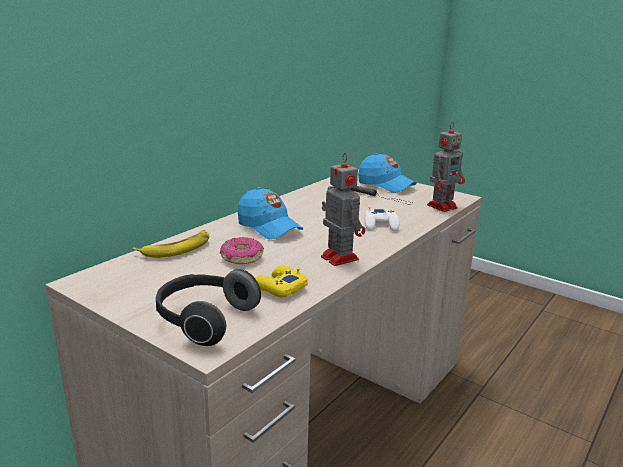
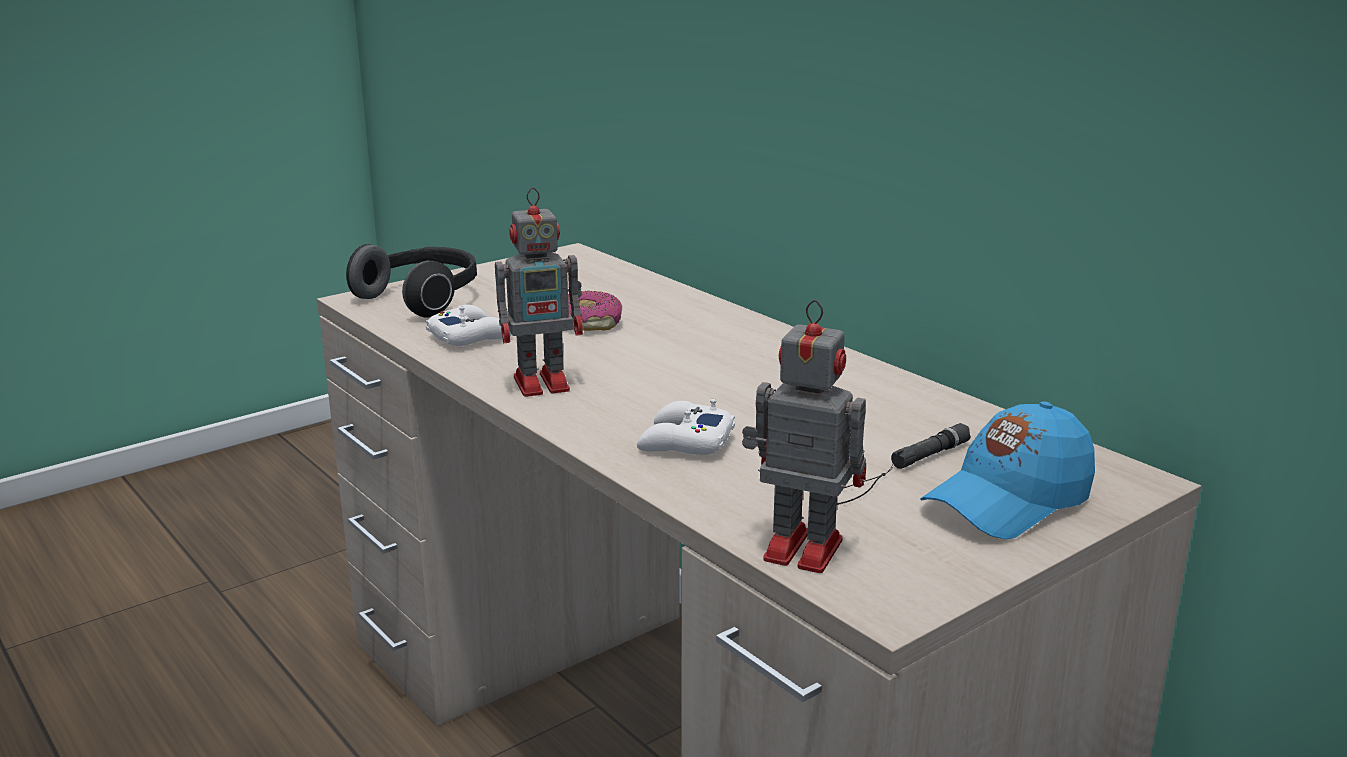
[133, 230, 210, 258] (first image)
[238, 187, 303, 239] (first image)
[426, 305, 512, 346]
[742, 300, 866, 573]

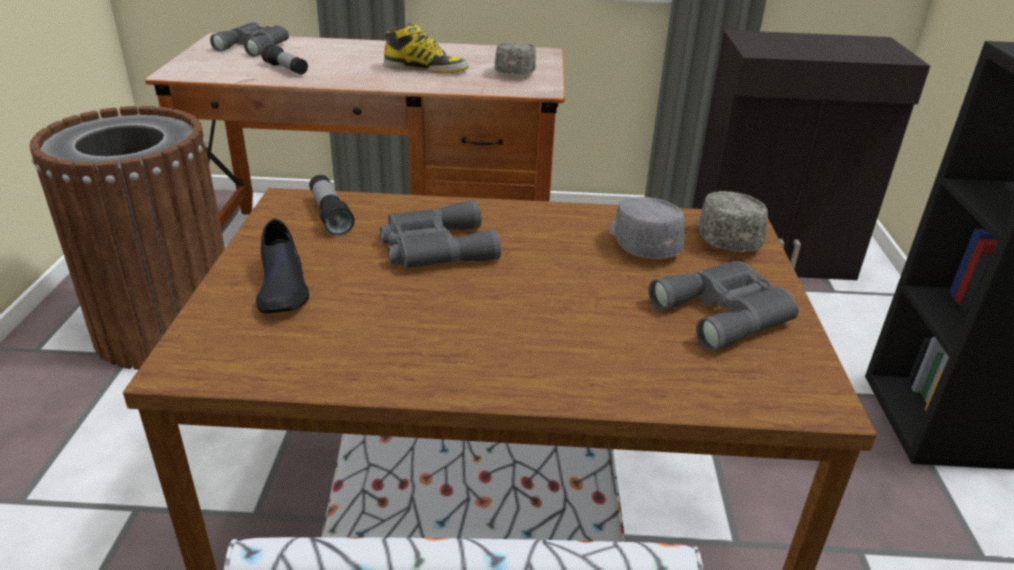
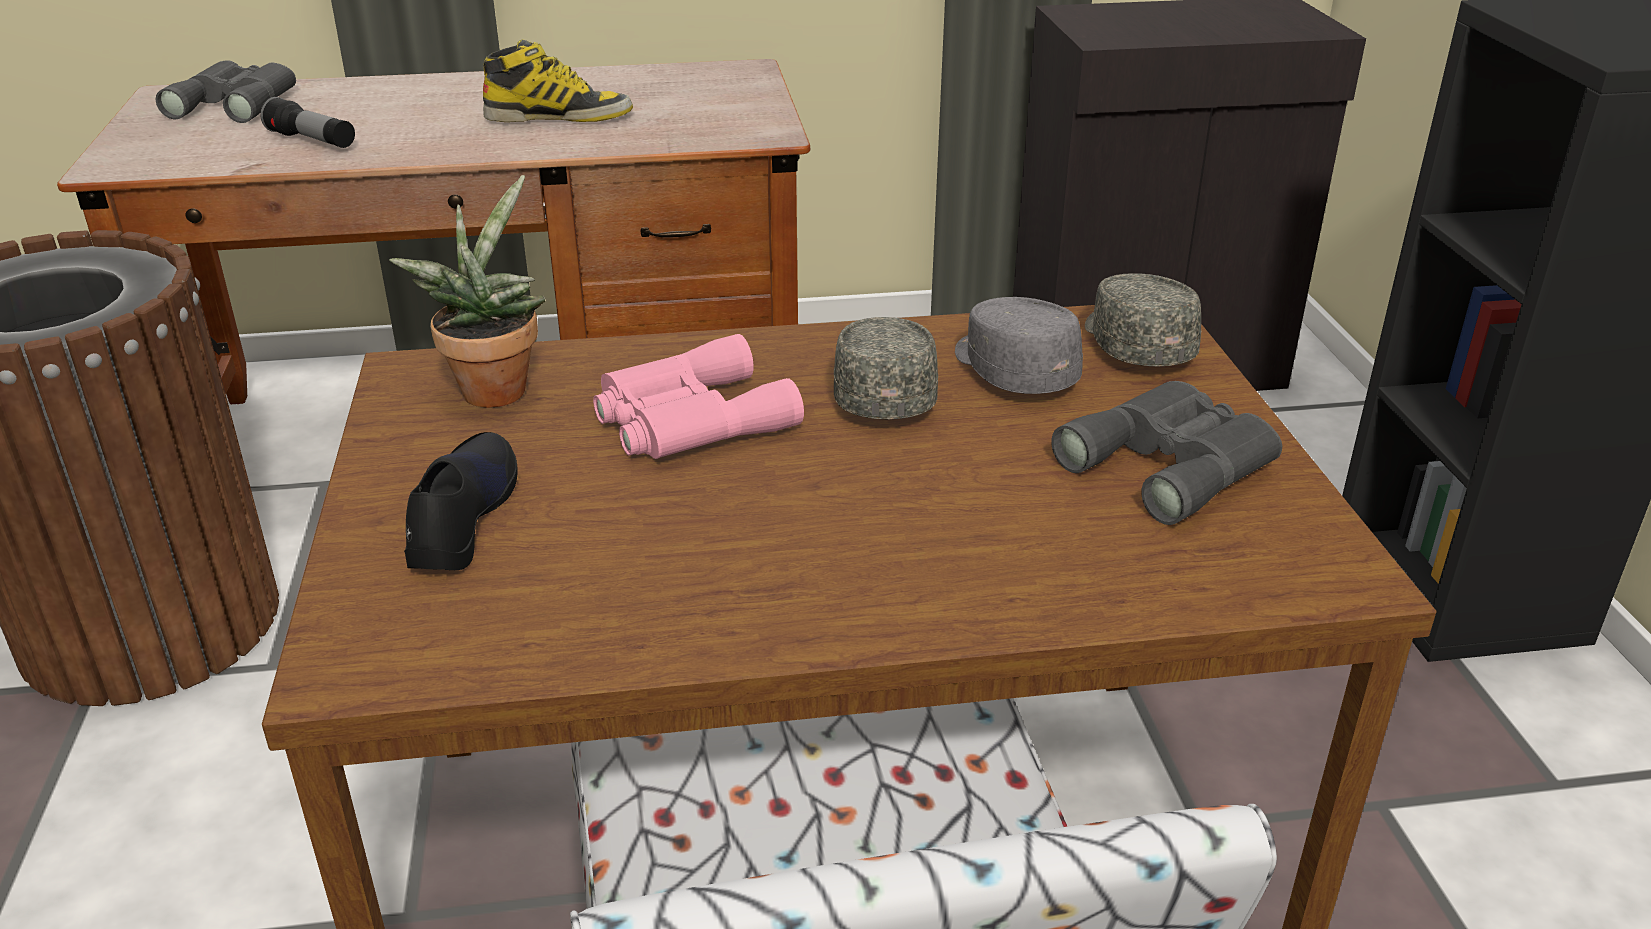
[404, 432, 518, 570]
[389, 175, 545, 408]
[593, 334, 804, 459]
[834, 317, 938, 419]

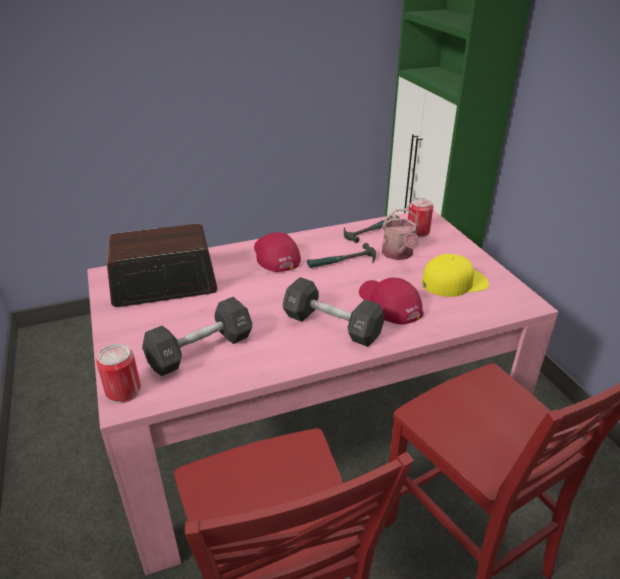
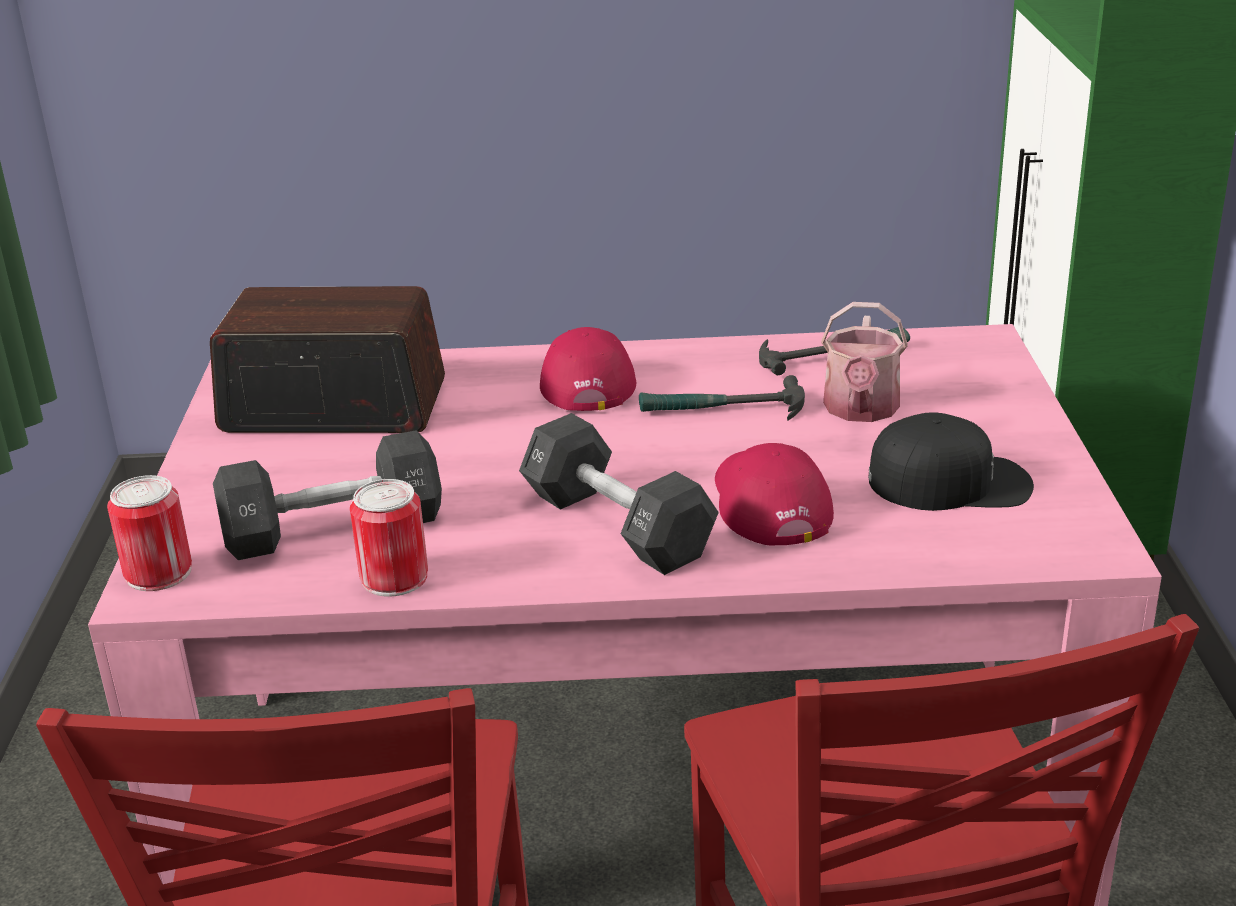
[350, 479, 428, 597]
[868, 412, 1034, 511]

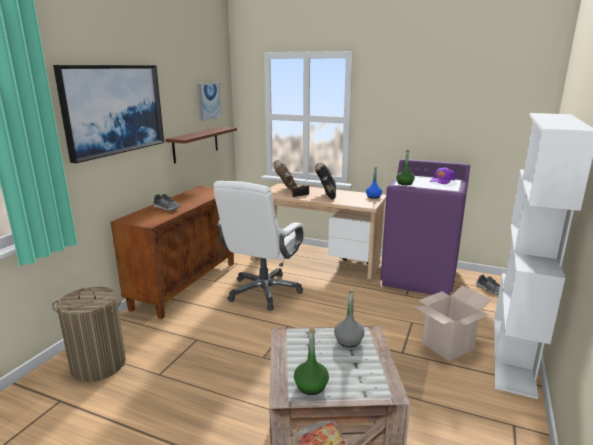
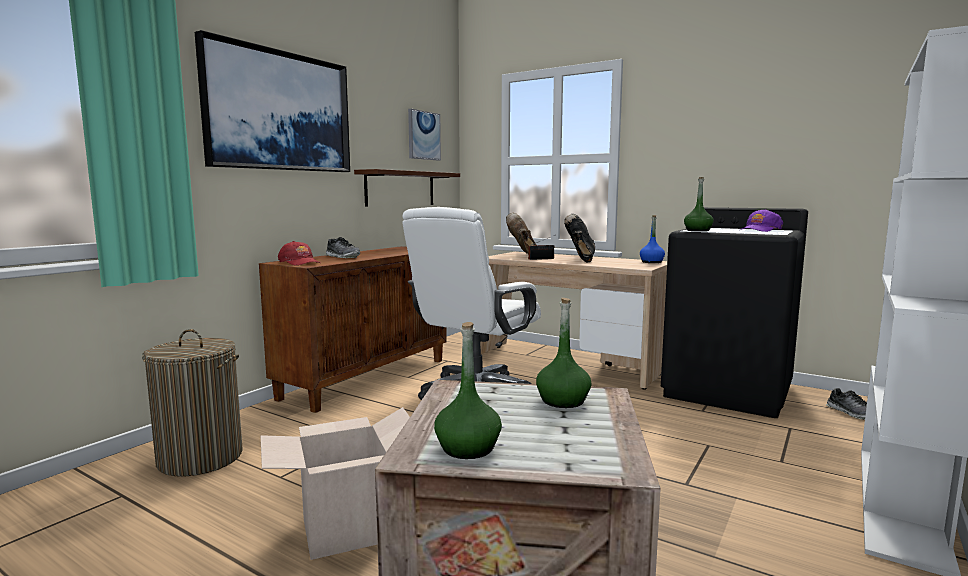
[536, 298, 591, 408]
[661, 207, 808, 418]
[260, 407, 410, 560]
[278, 241, 320, 266]

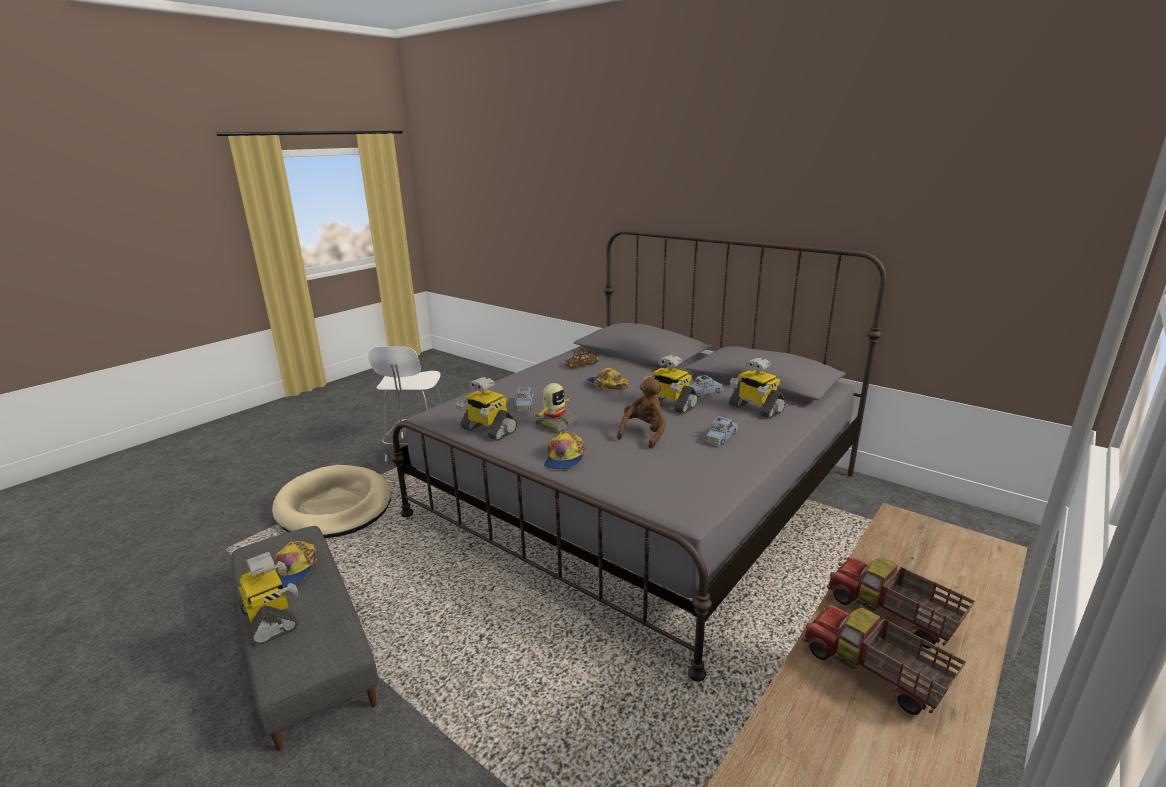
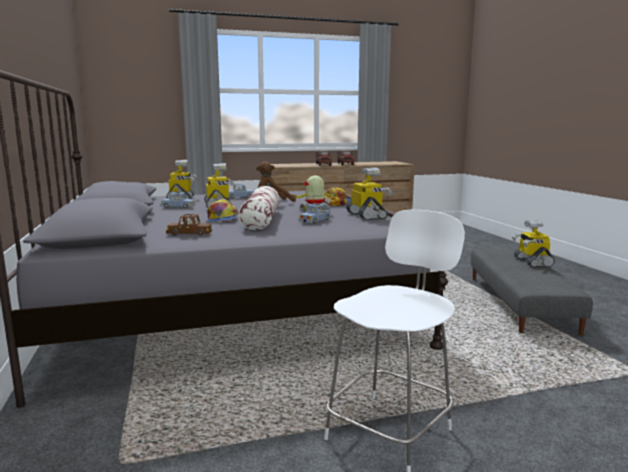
[272, 465, 391, 538] (first image)
[275, 541, 317, 586] (first image)
[239, 186, 279, 230]

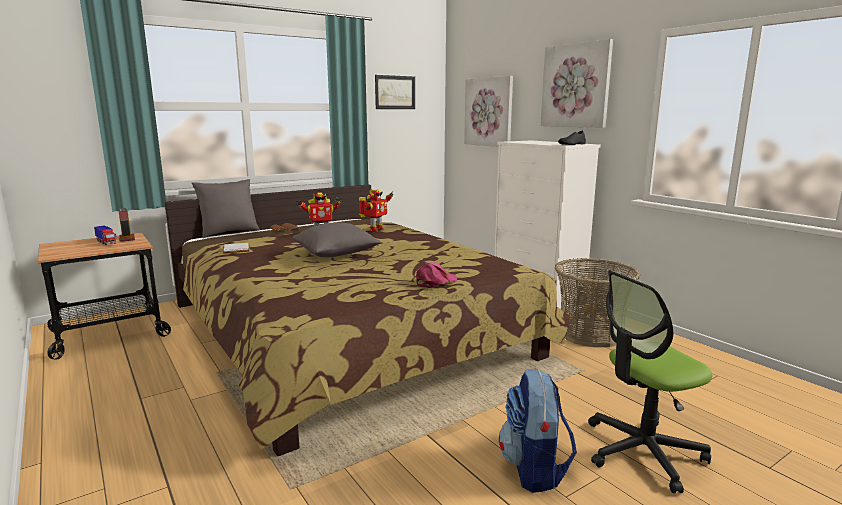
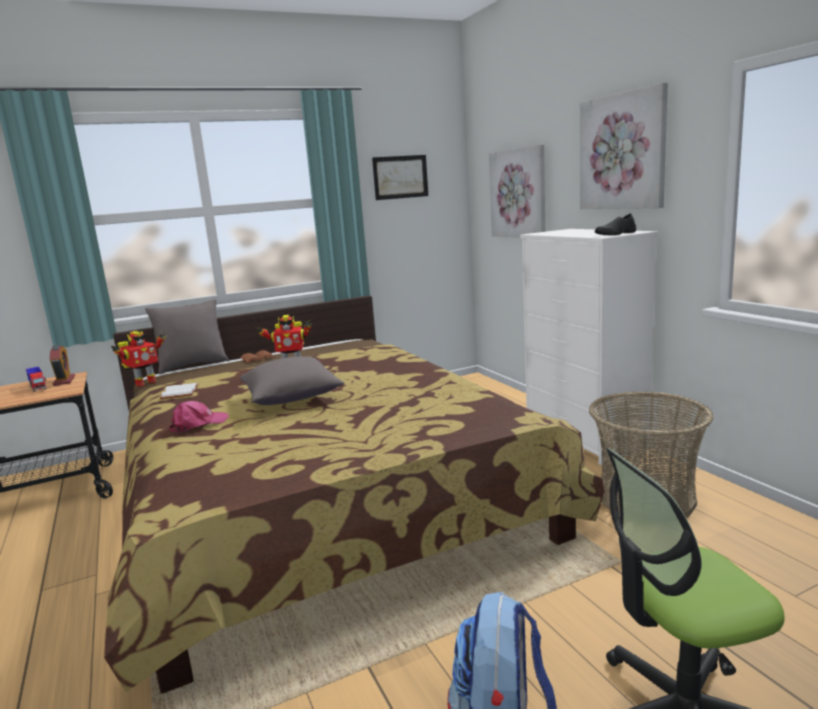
[111, 331, 166, 387]
[169, 401, 228, 433]

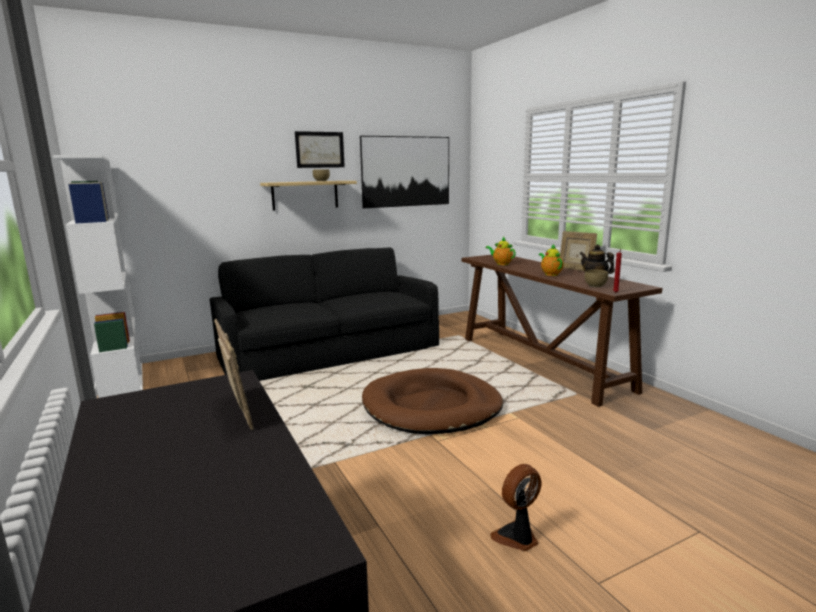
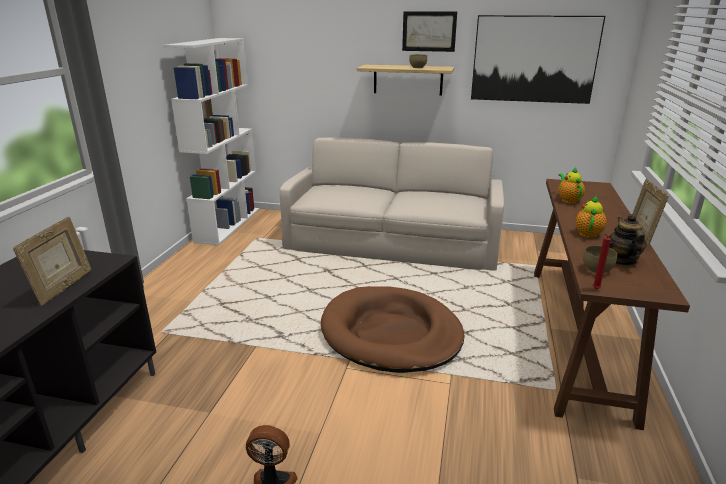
[280, 137, 504, 271]

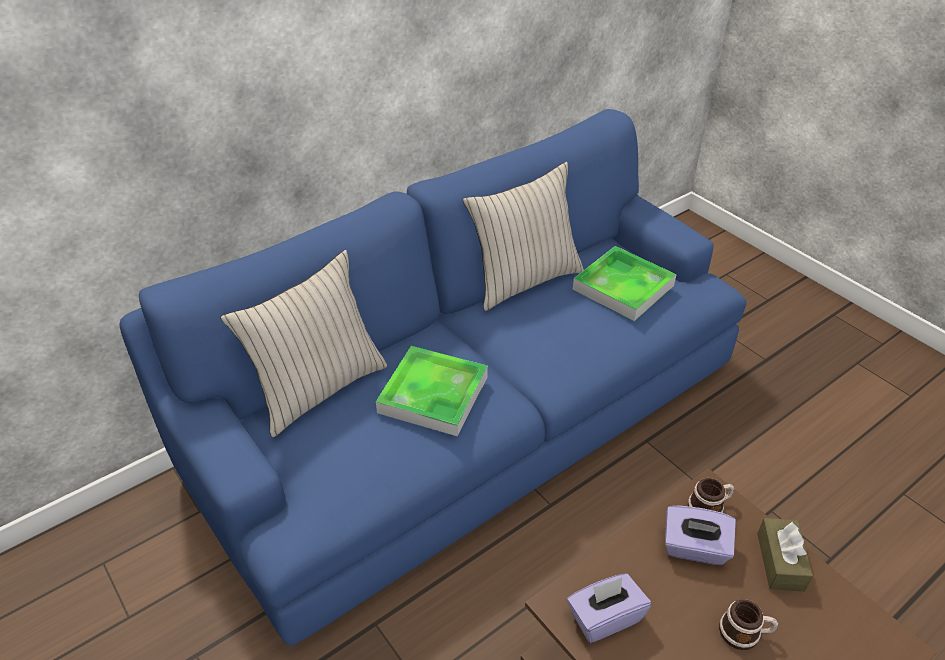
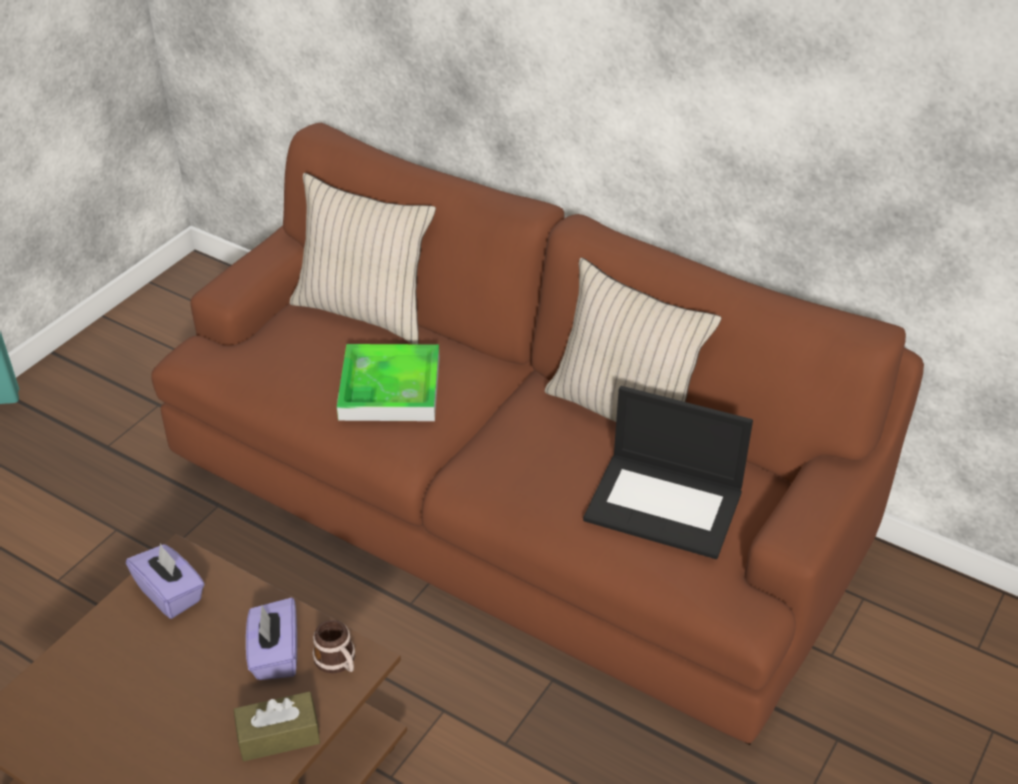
[151, 123, 924, 745]
[583, 386, 753, 559]
[719, 599, 778, 650] (first image)

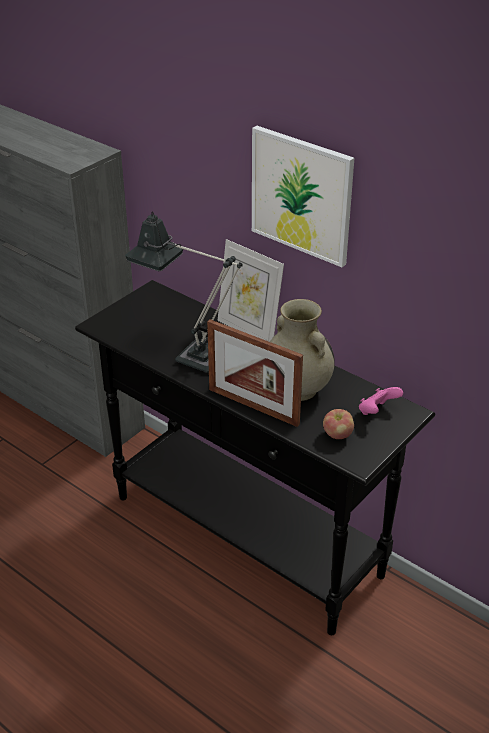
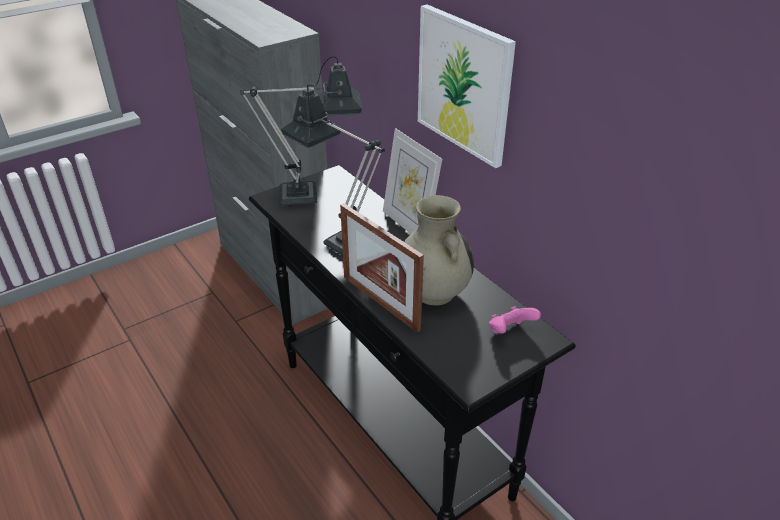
[323, 409, 354, 439] (first image)
[240, 56, 362, 205]

